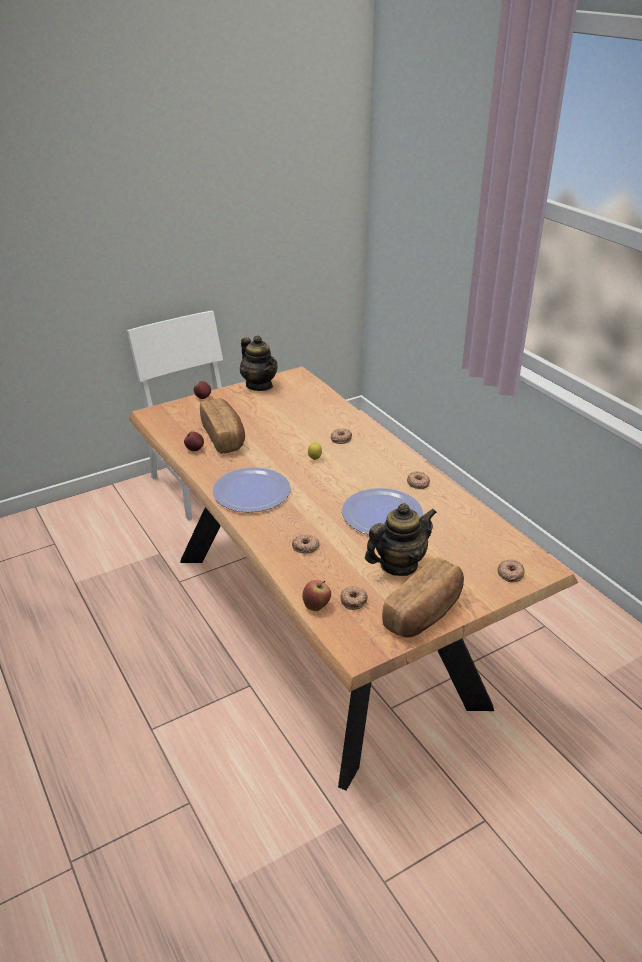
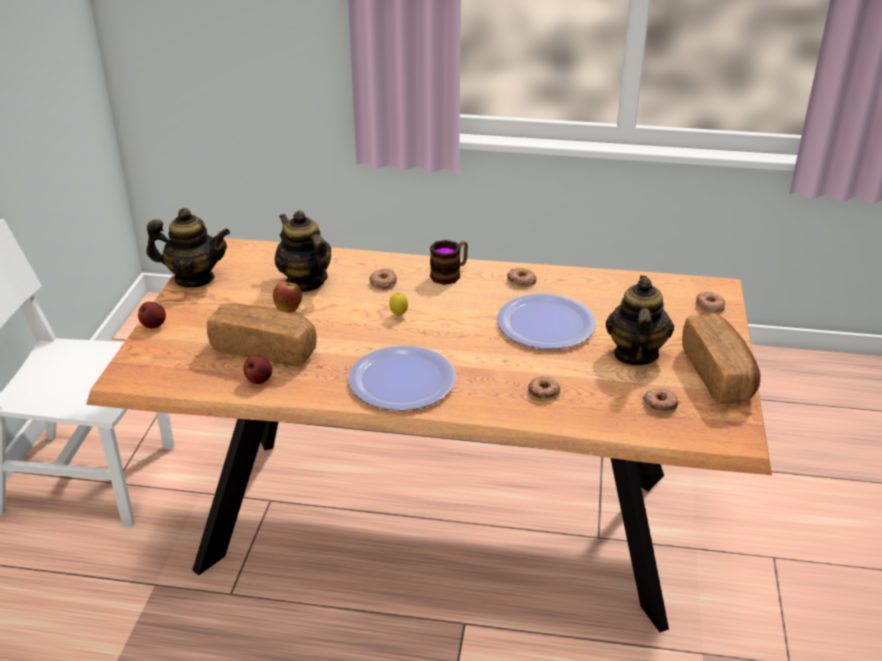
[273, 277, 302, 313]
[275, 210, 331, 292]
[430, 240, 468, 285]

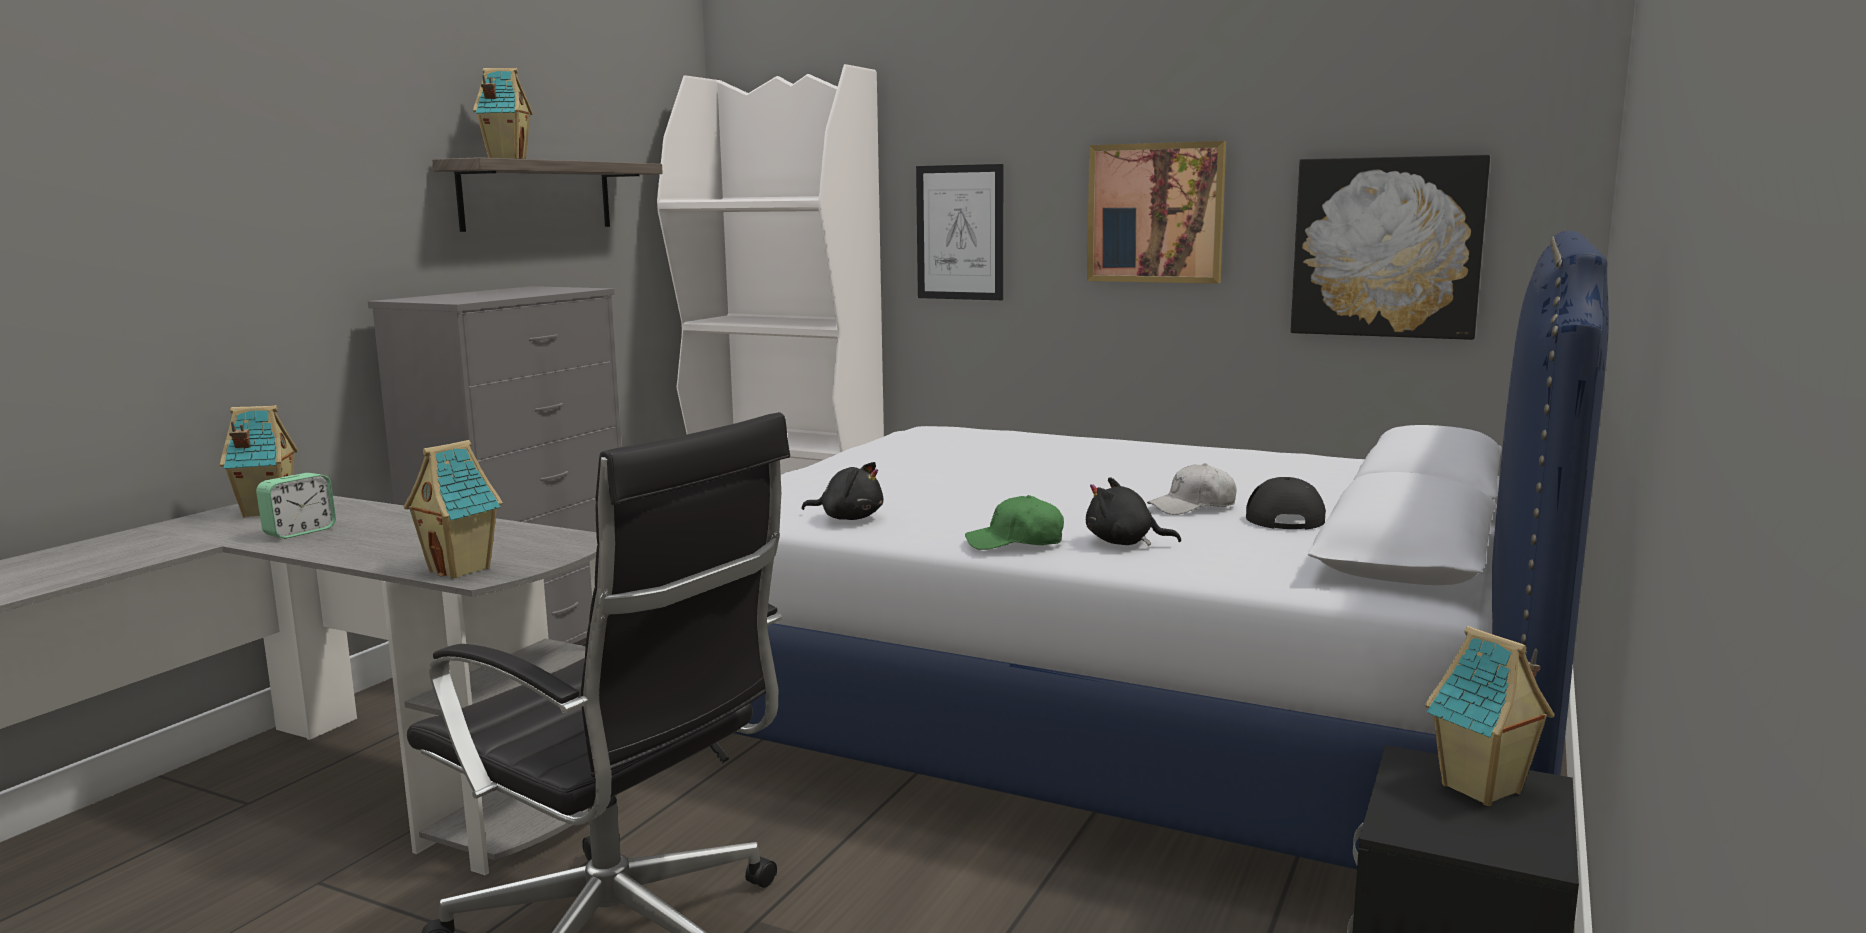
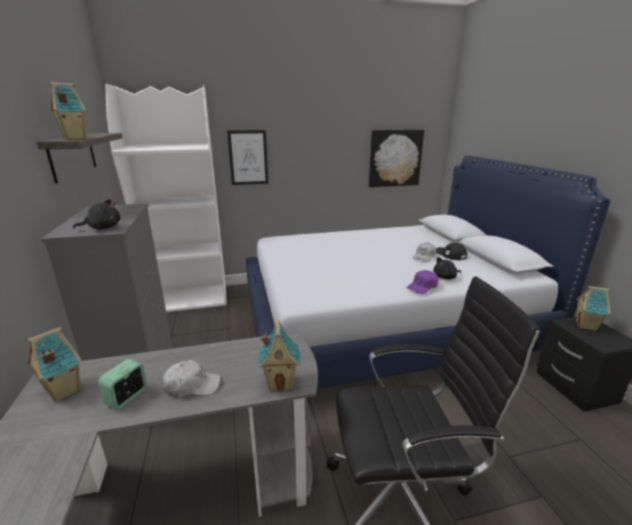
[98, 359, 147, 410]
[73, 199, 121, 230]
[407, 270, 438, 294]
[1087, 141, 1226, 284] (first image)
[163, 360, 221, 396]

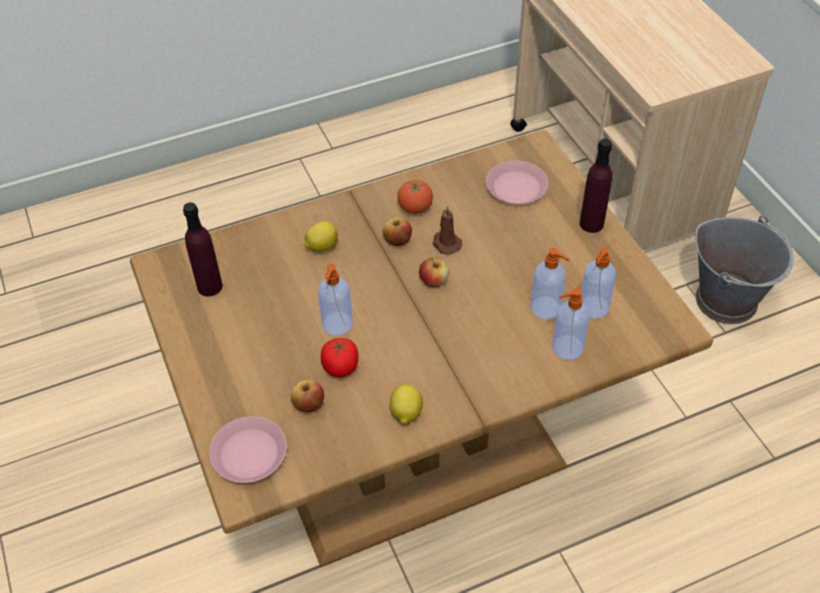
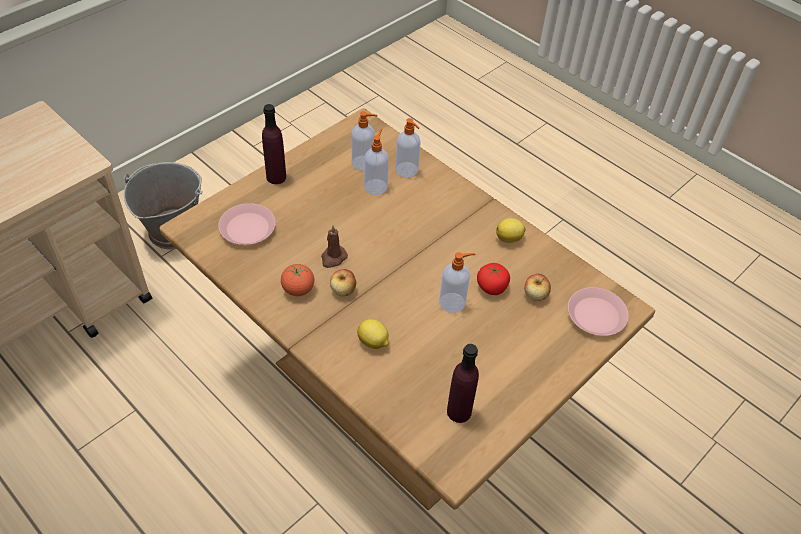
[419, 257, 450, 287] (first image)

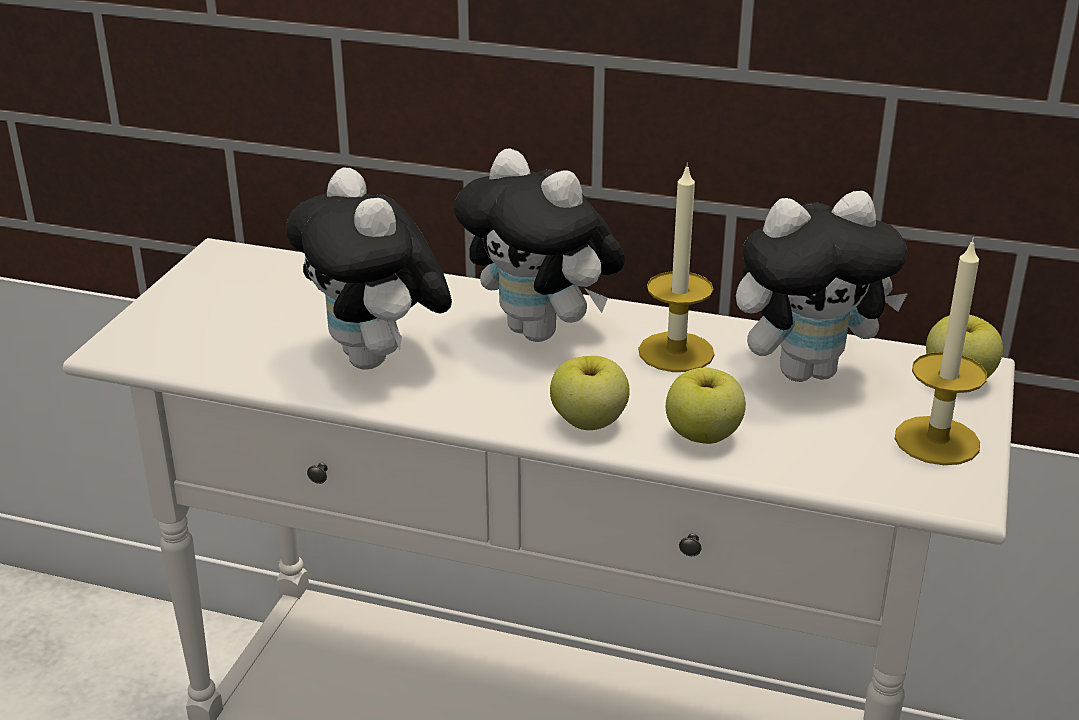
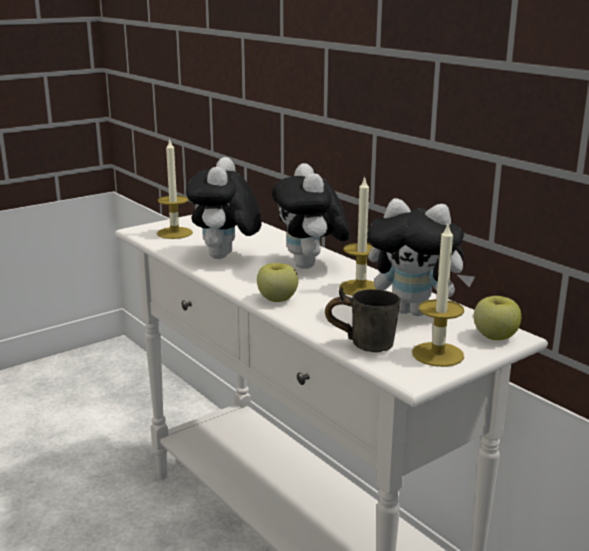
[666, 368, 746, 444] (first image)
[157, 138, 193, 239]
[325, 286, 400, 352]

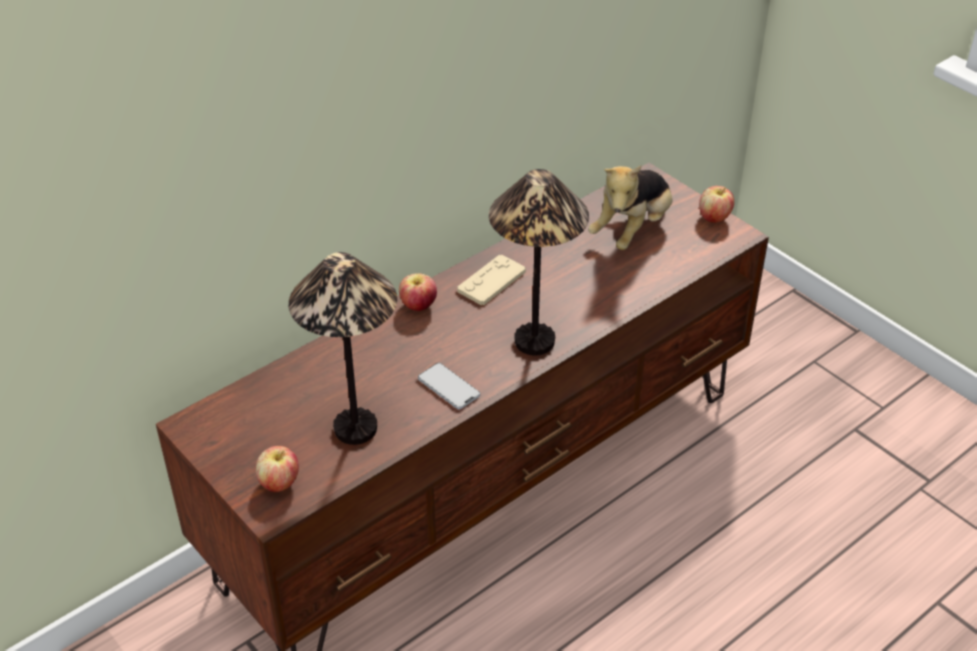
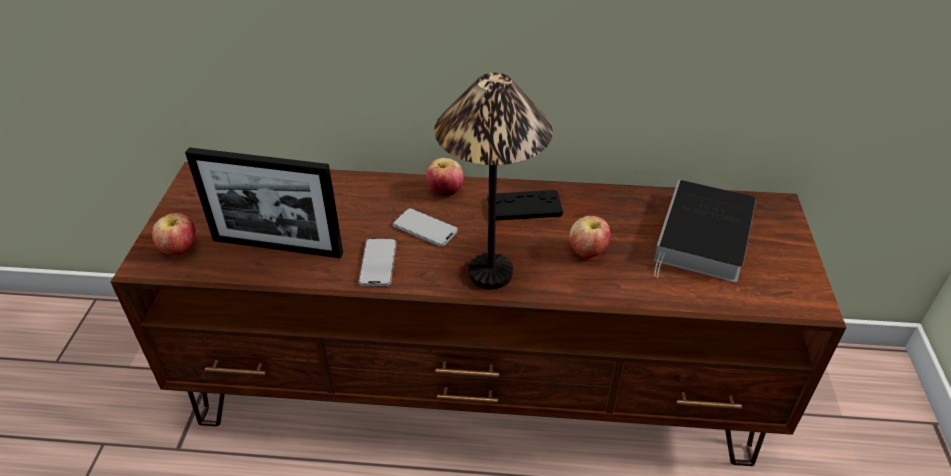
[185, 147, 343, 258]
[487, 190, 563, 220]
[653, 180, 756, 282]
[569, 216, 611, 258]
[393, 208, 458, 247]

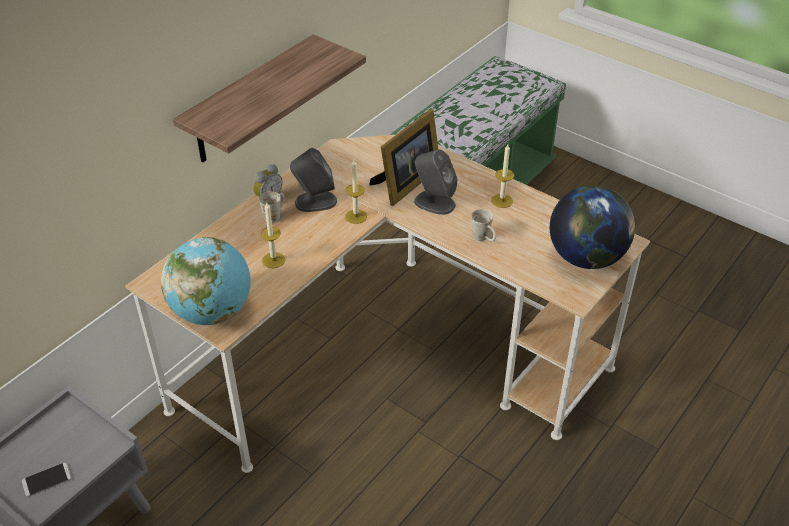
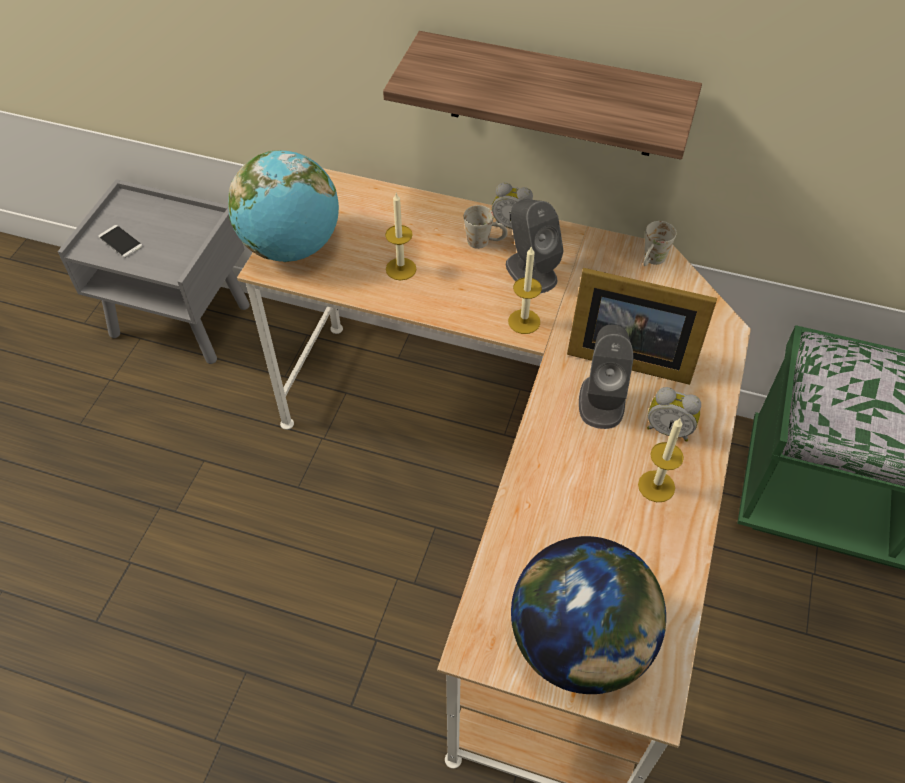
[643, 221, 676, 266]
[647, 387, 701, 442]

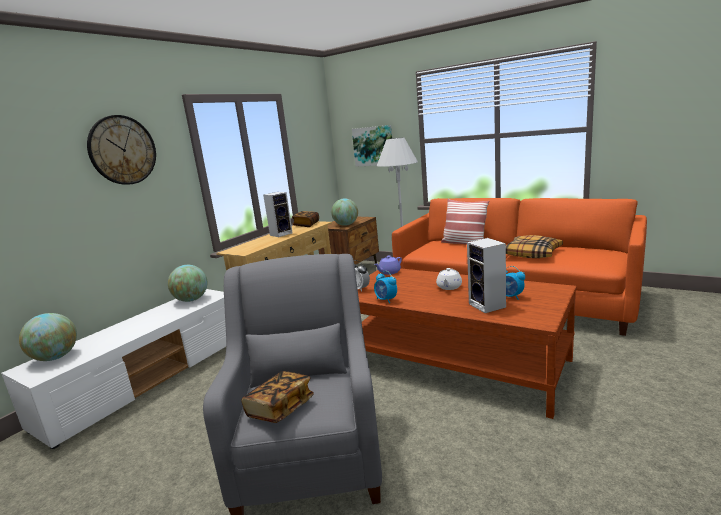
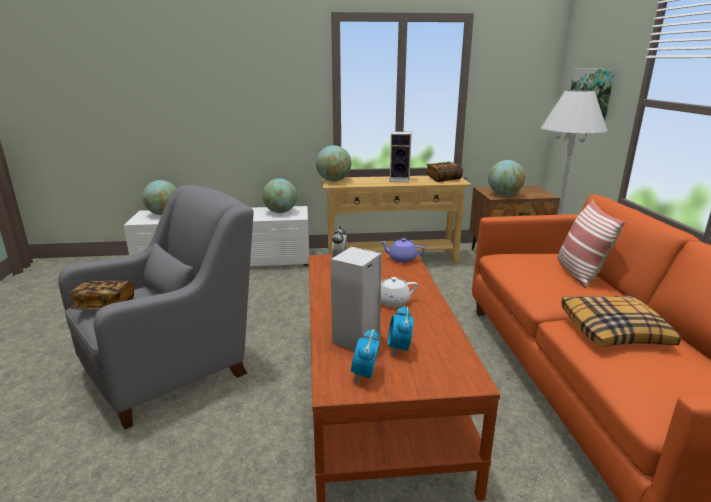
[87, 115, 156, 185] (first image)
[351, 329, 380, 383]
[316, 145, 352, 181]

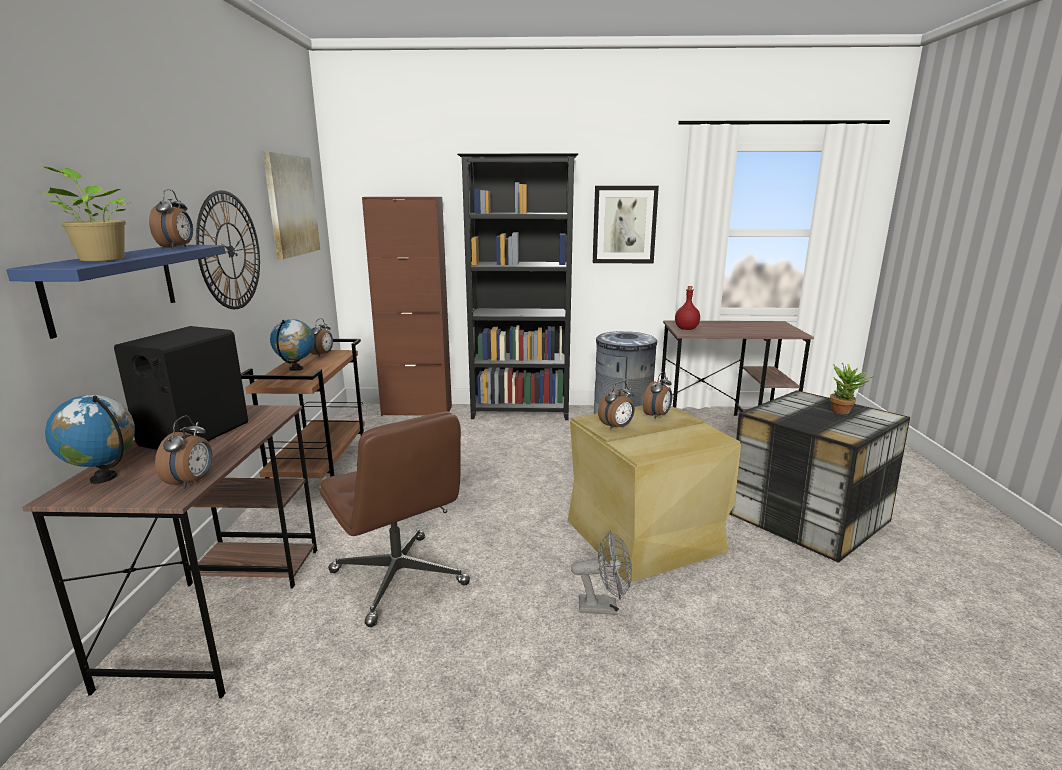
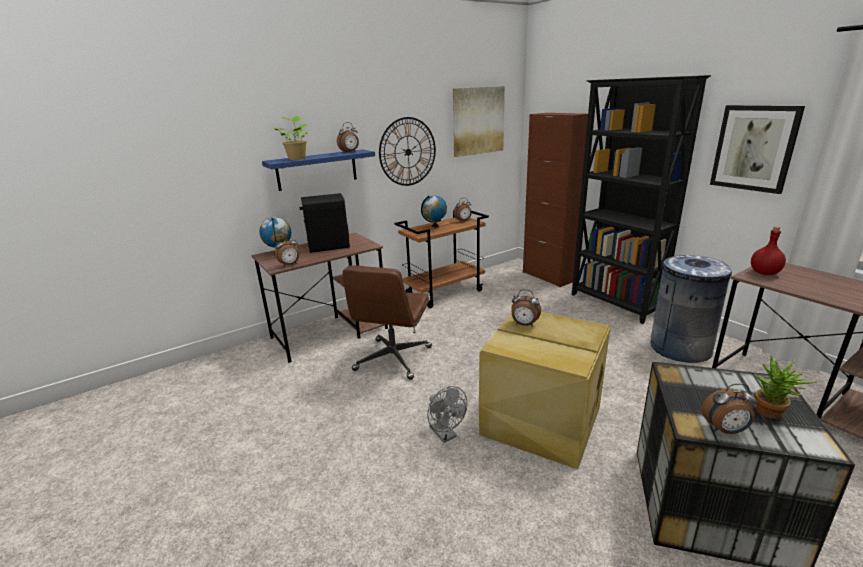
[701, 383, 757, 434]

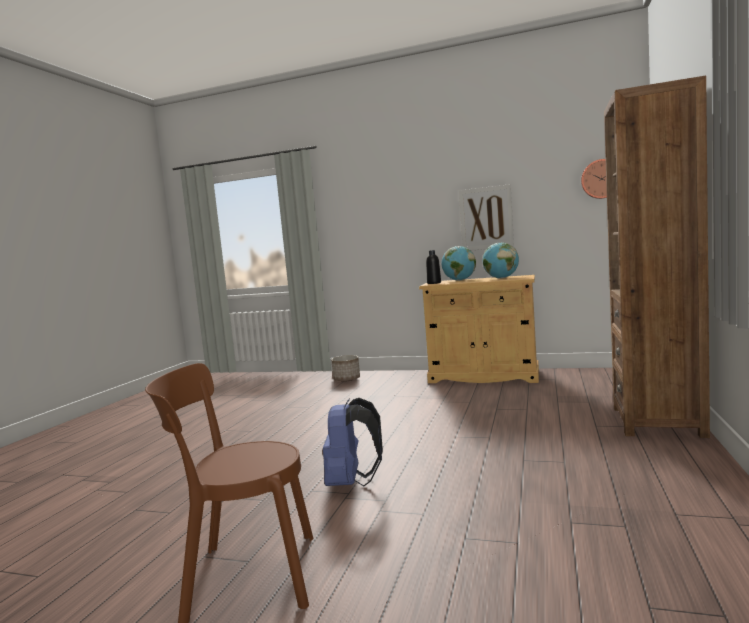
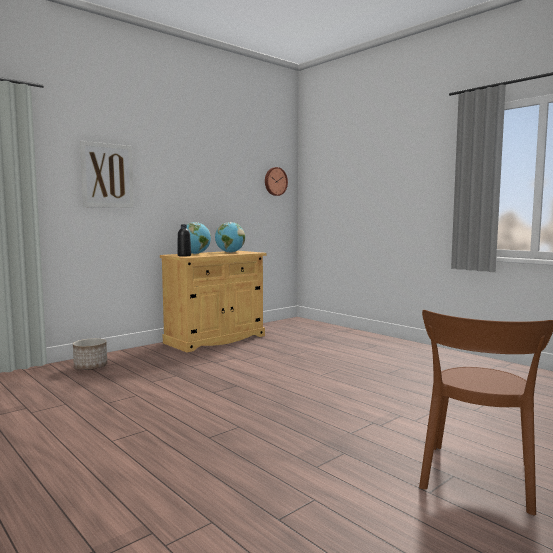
[323, 398, 383, 486] (first image)
[80, 141, 134, 208]
[604, 76, 710, 438] (first image)

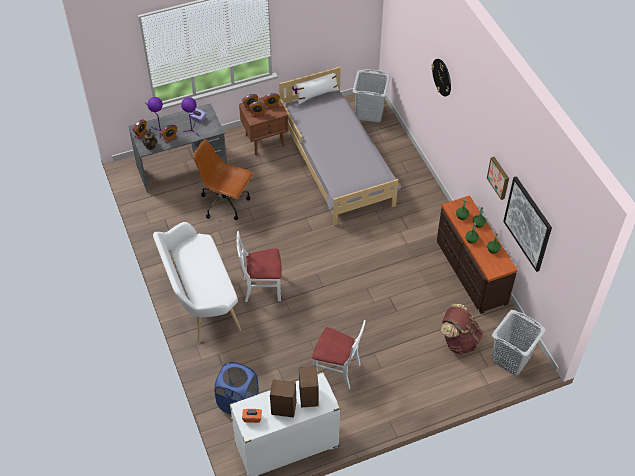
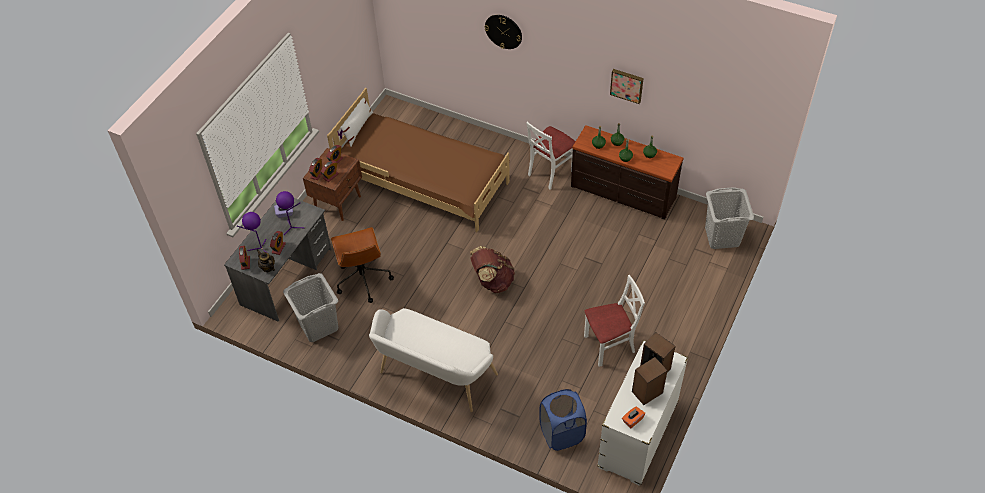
[331, 227, 394, 303]
[526, 122, 576, 189]
[327, 88, 510, 233]
[283, 273, 338, 342]
[470, 246, 515, 293]
[503, 176, 552, 272] (first image)

